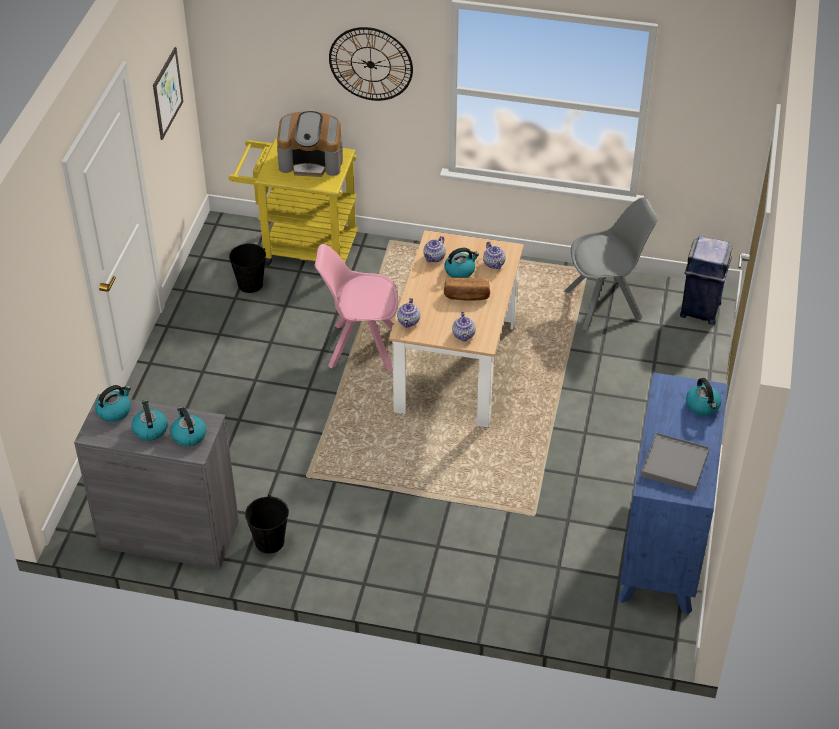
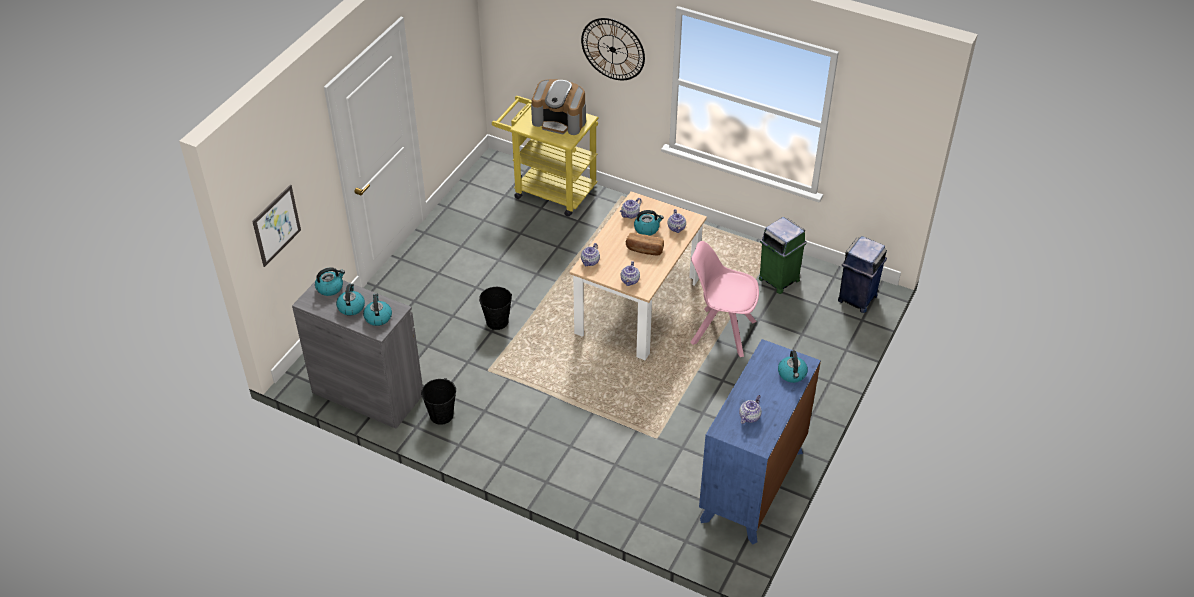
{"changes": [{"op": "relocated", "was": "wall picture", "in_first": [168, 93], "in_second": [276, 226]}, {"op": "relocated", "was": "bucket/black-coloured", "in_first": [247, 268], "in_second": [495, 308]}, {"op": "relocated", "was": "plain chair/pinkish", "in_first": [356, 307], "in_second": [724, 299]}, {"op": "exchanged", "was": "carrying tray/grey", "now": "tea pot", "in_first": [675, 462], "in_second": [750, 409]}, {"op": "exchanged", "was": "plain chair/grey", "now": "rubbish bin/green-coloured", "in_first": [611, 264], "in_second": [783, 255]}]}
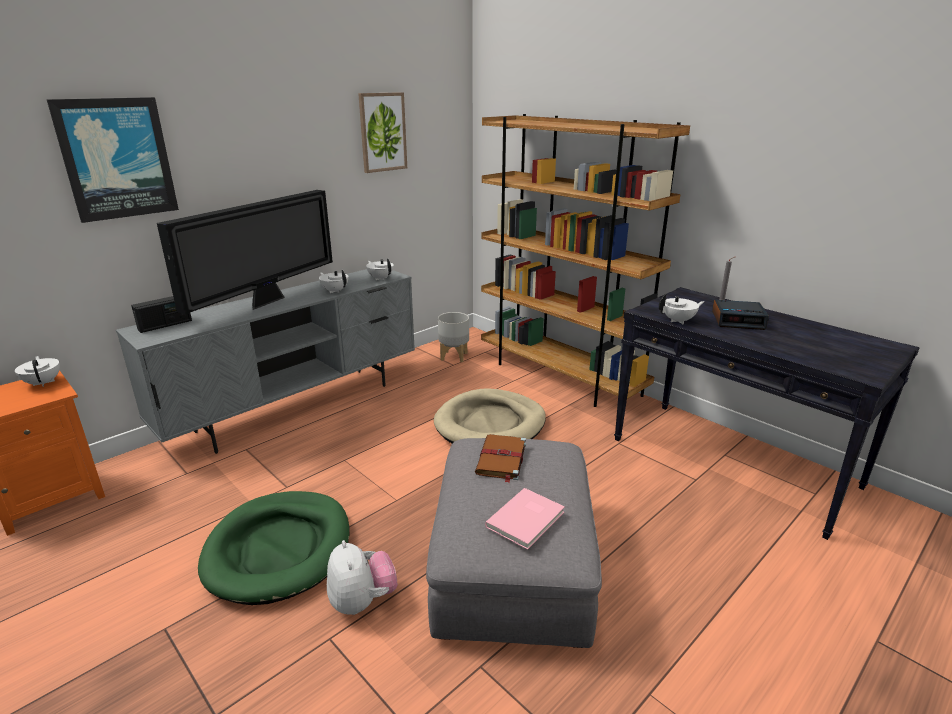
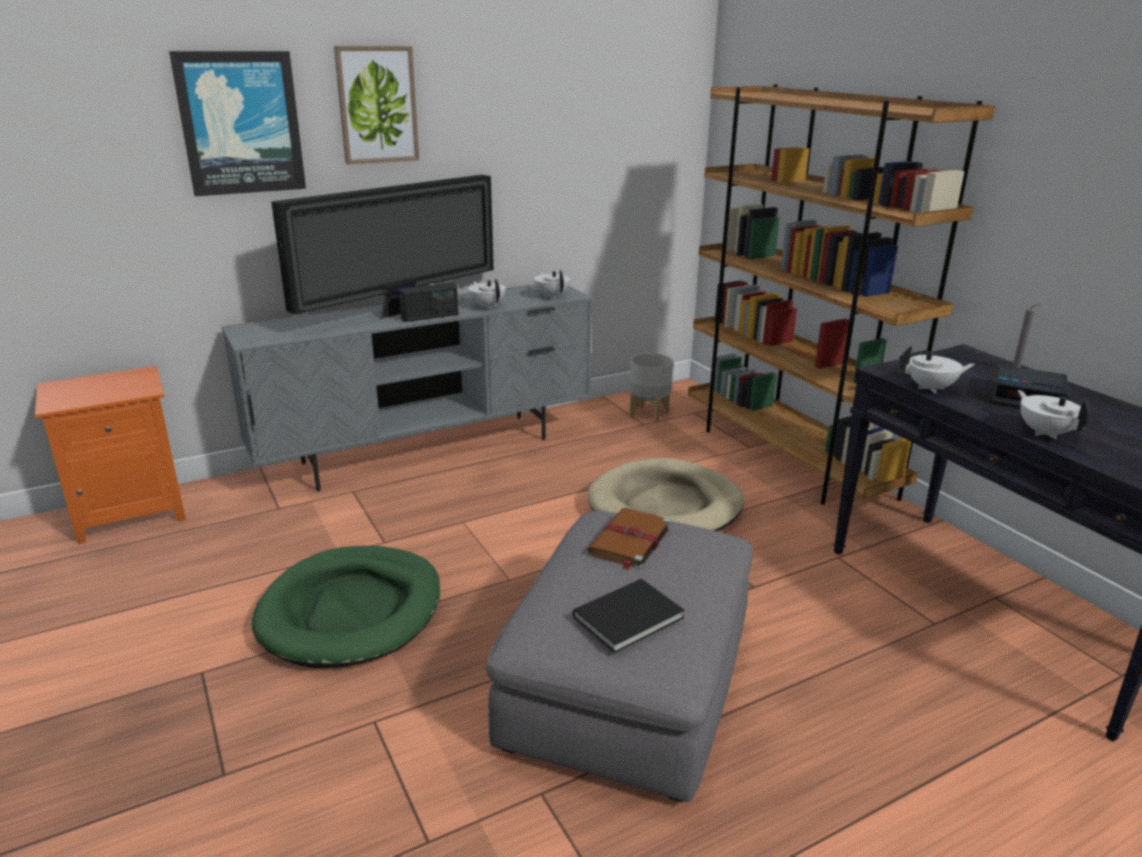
{"changes": [{"op": "relocated", "was": "wall picture", "in_first": [382, 132], "in_second": [376, 105]}, {"op": "relocated", "was": "radio set", "in_first": [161, 314], "in_second": [428, 302]}, {"op": "colour", "was": "volume/pinkish", "now": "volume/black-coloured", "in_first": [525, 519], "in_second": [629, 616]}, {"op": "relocated", "was": "tea pot/white", "in_first": [37, 371], "in_second": [1054, 414]}, {"op": "missing", "was": "soft toy", "in_first": [362, 577]}]}
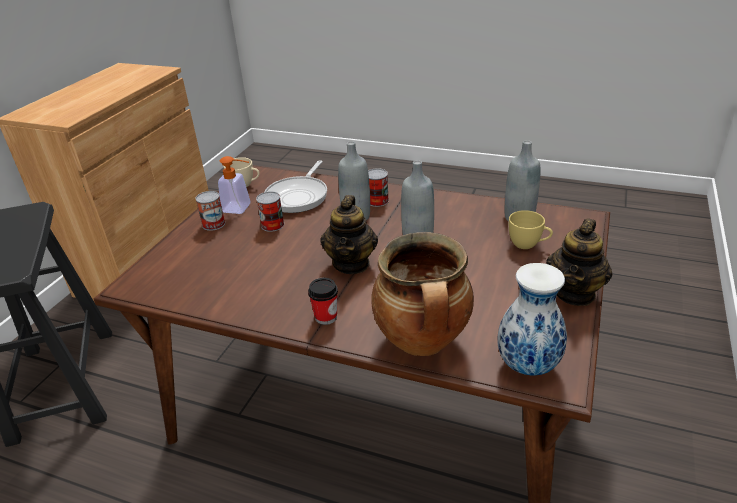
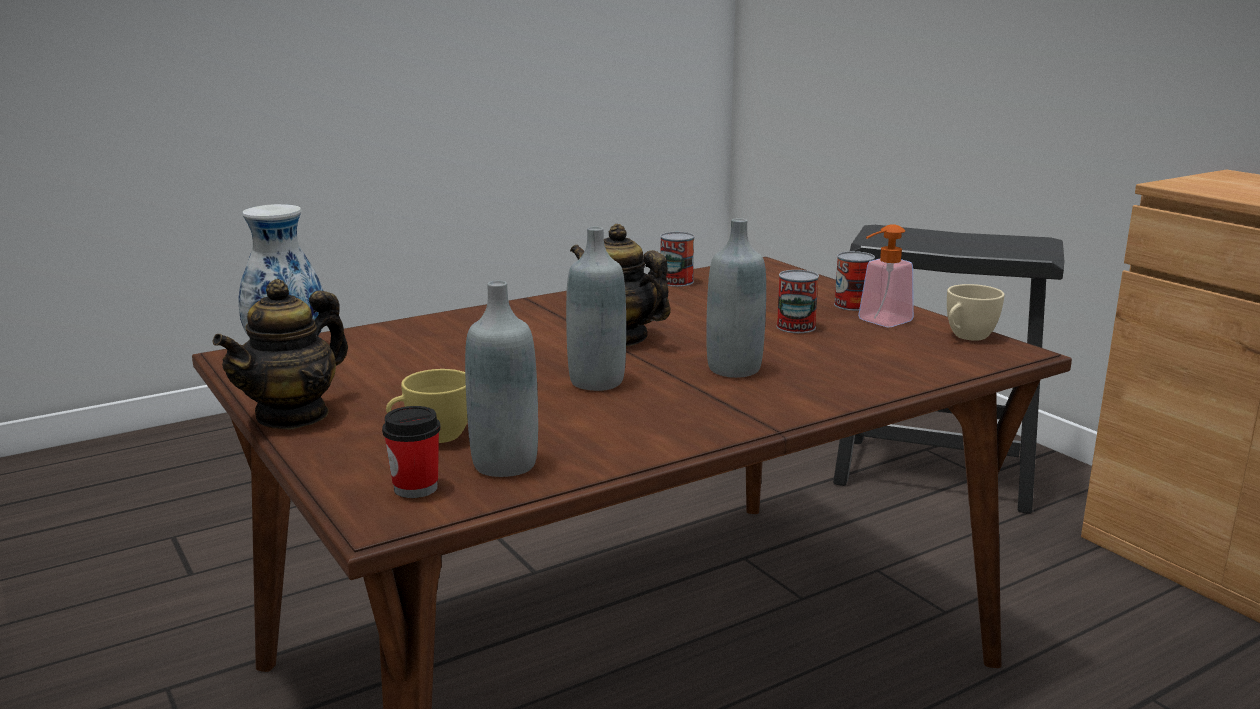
{"changes": [{"op": "spun", "was": "tea pot", "in_first": [579, 262], "in_second": [280, 354], "clockwise": -120}, {"op": "relocated", "was": "drinking cup", "in_first": [323, 301], "in_second": [411, 452]}, {"op": "relocated", "was": "sealed can", "in_first": [378, 187], "in_second": [677, 259]}, {"op": "missing", "was": "frying pan", "in_first": [296, 186]}, {"op": "missing", "was": "cooking pot", "in_first": [422, 294]}]}
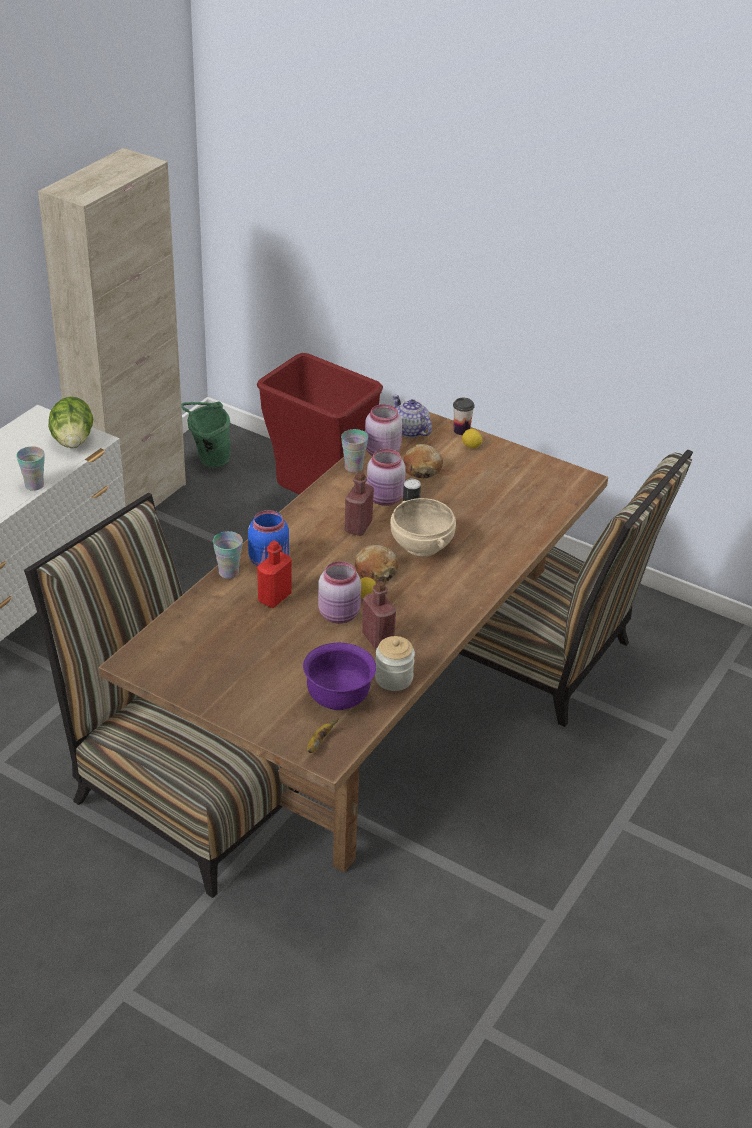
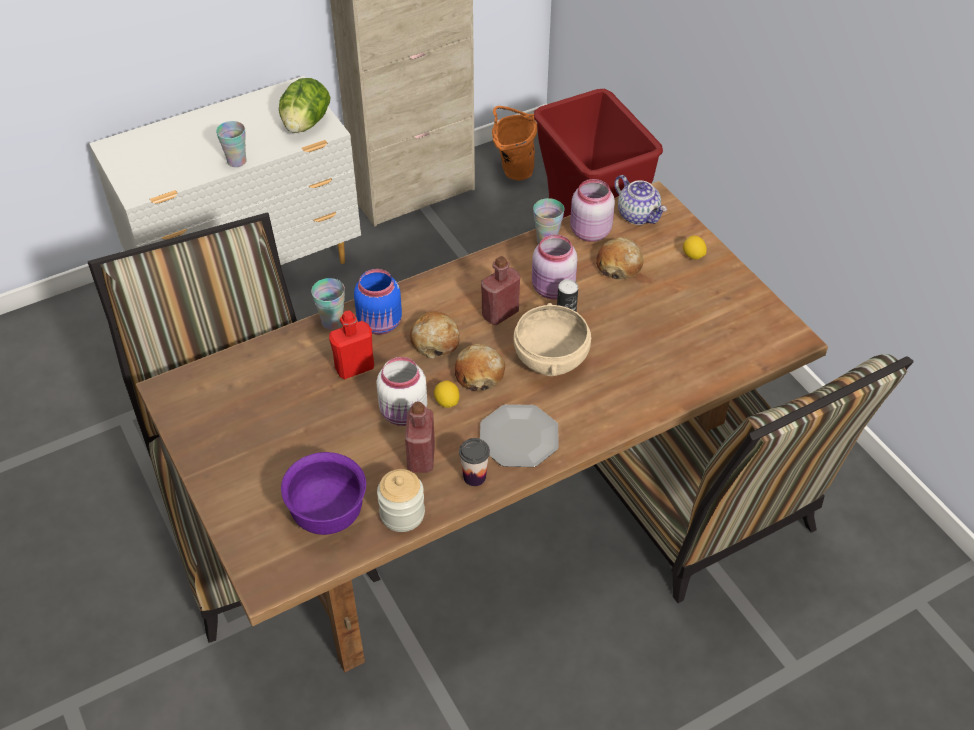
{"changes": [{"op": "colour", "was": "storage jar/pinkish", "now": "storage jar/white", "in_first": [339, 592], "in_second": [402, 391]}, {"op": "appeared", "now": "baked bread", "in_second": [435, 335]}, {"op": "relocated", "was": "drinking cup", "in_first": [463, 416], "in_second": [474, 462]}, {"op": "appeared", "now": "flat dish", "in_second": [519, 435]}, {"op": "colour", "was": "bucket/green-coloured", "now": "bucket/orange-coloured", "in_first": [205, 434], "in_second": [514, 143]}, {"op": "spun", "was": "tea pot", "in_first": [412, 416], "in_second": [640, 200], "clockwise": 150}, {"op": "missing", "was": "banana", "in_first": [322, 736]}]}
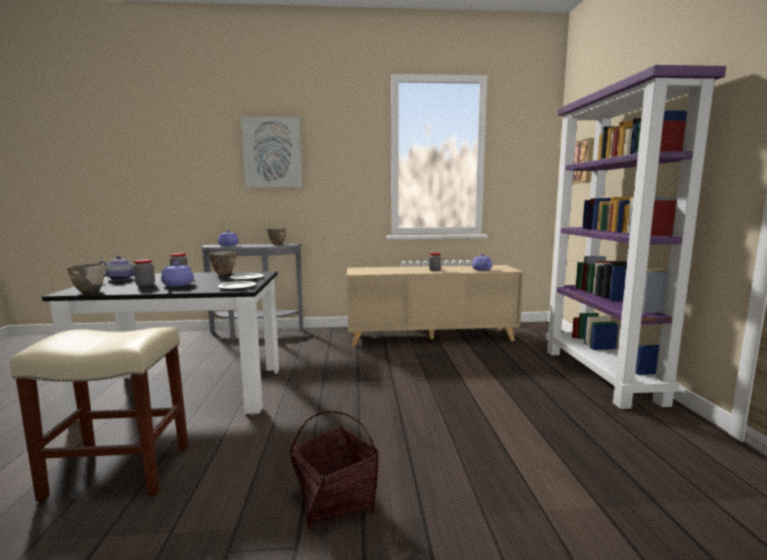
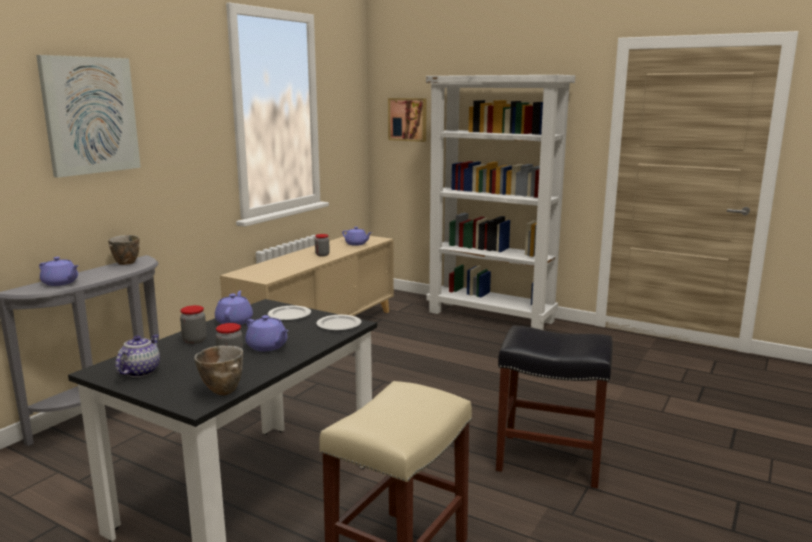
{"changes": [{"op": "exchanged", "was": "bowl", "now": "tea pot/purple-coloured", "in_first": [222, 263], "in_second": [234, 308]}, {"op": "colour", "was": "shelving unit/purple-coloured", "now": "shelving unit/white", "in_first": [635, 237], "in_second": [500, 202]}, {"op": "exchanged", "was": "basket", "now": "stool seat/black-coloured", "in_first": [334, 470], "in_second": [554, 406]}]}
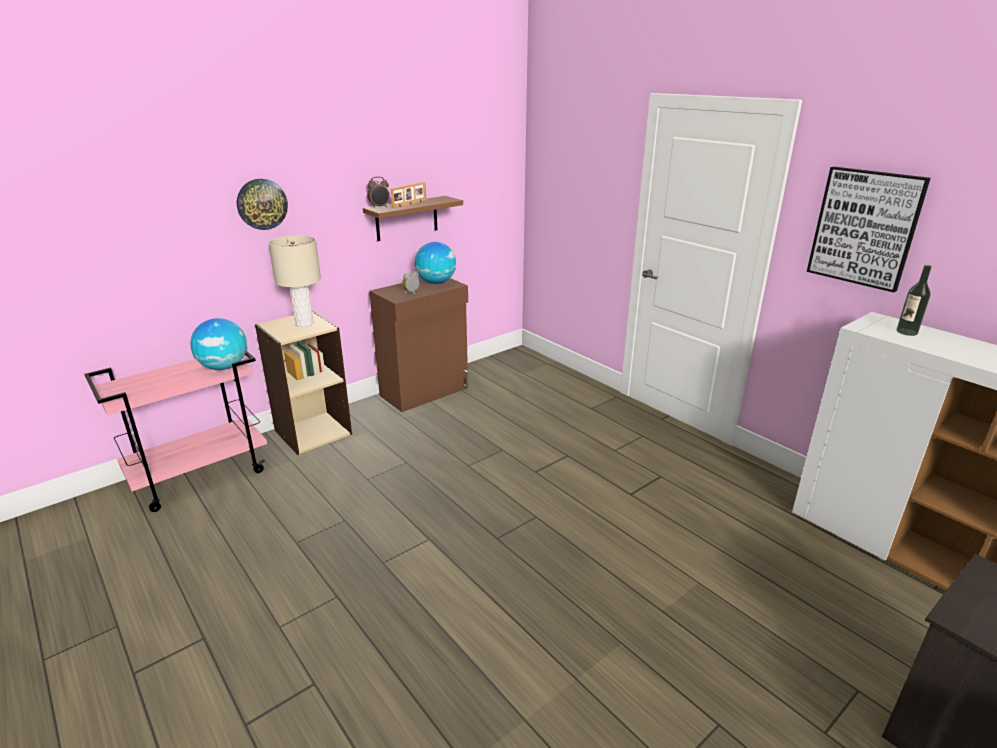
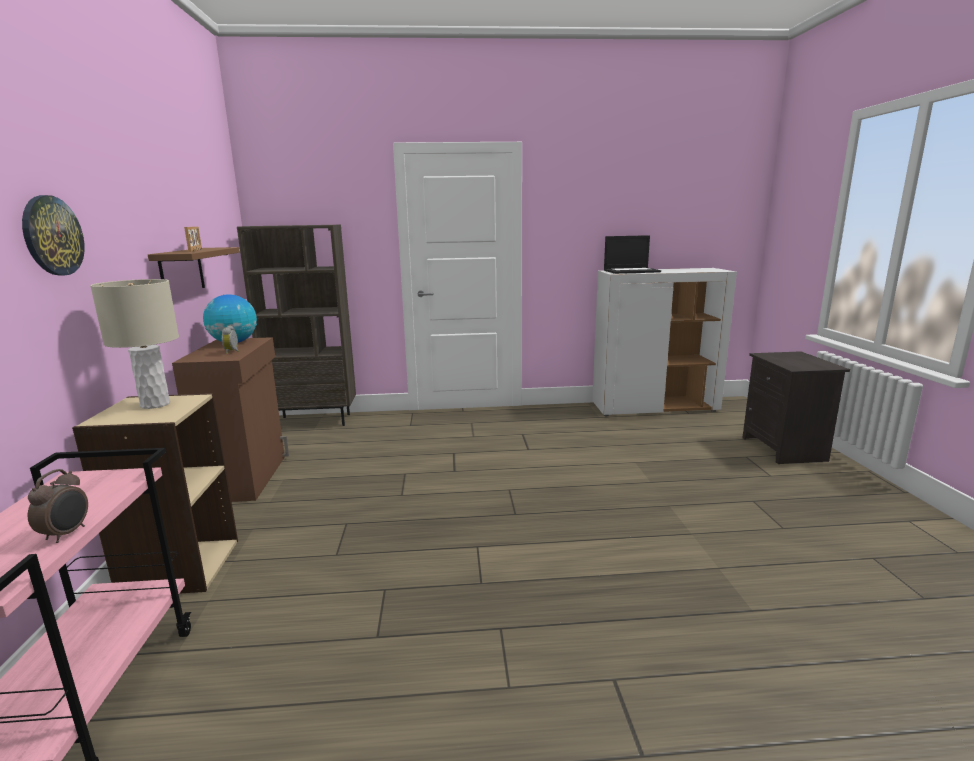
{"changes": [{"op": "relocated", "was": "bedside clock", "in_first": [378, 192], "in_second": [58, 506]}, {"op": "appeared", "now": "shelving unit/brown", "in_second": [296, 325]}, {"op": "exchanged", "was": "bottle", "now": "portable computer", "in_first": [914, 300], "in_second": [632, 254]}, {"op": "missing", "was": "globe", "in_first": [219, 344]}, {"op": "missing", "was": "wall picture", "in_first": [869, 230]}]}
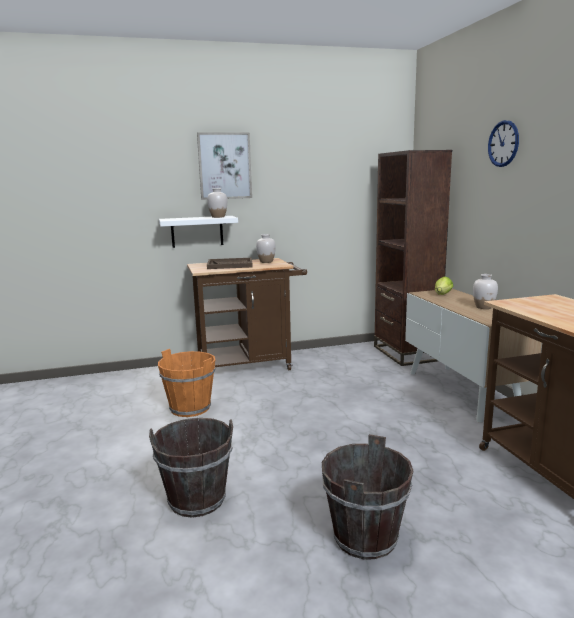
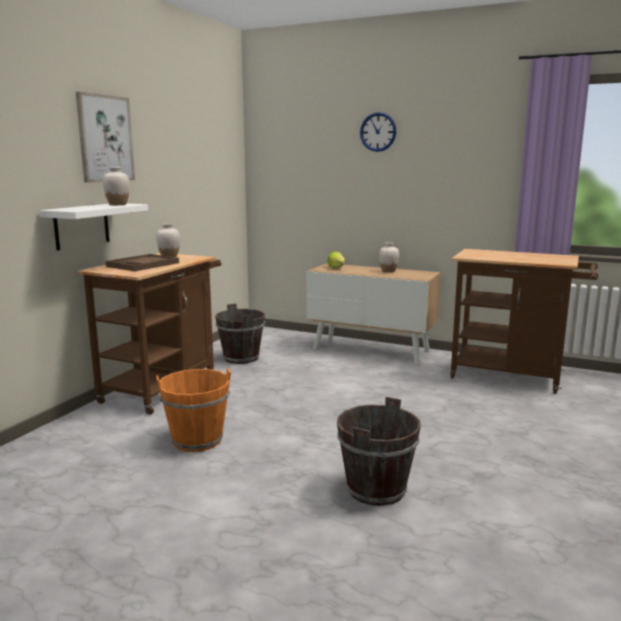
{"changes": [{"op": "relocated", "was": "bucket/brown", "in_first": [367, 496], "in_second": [240, 334]}, {"op": "missing", "was": "shelving unit/brown", "in_first": [413, 258]}]}
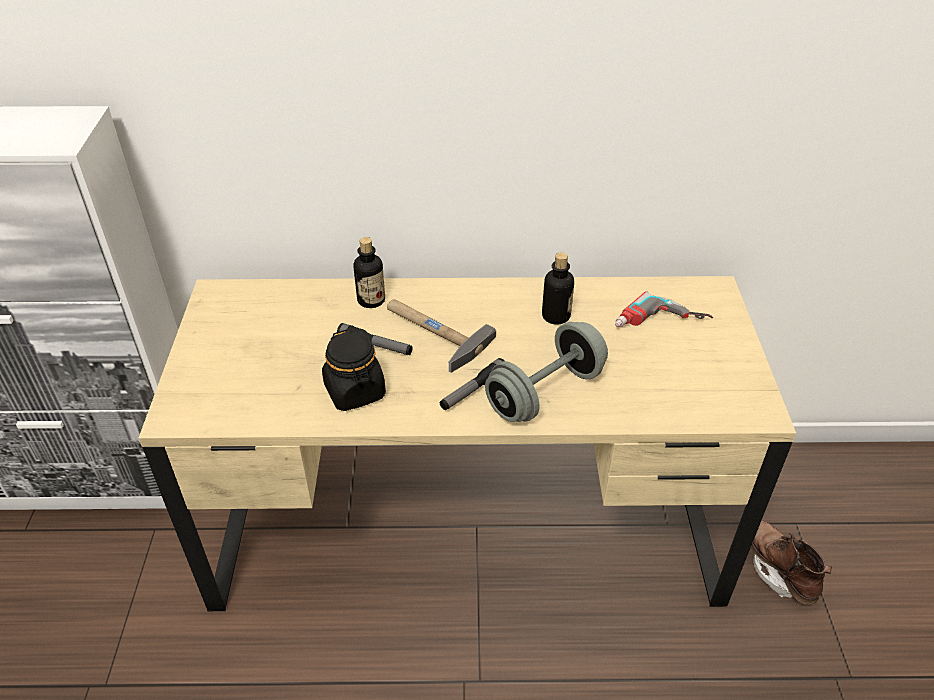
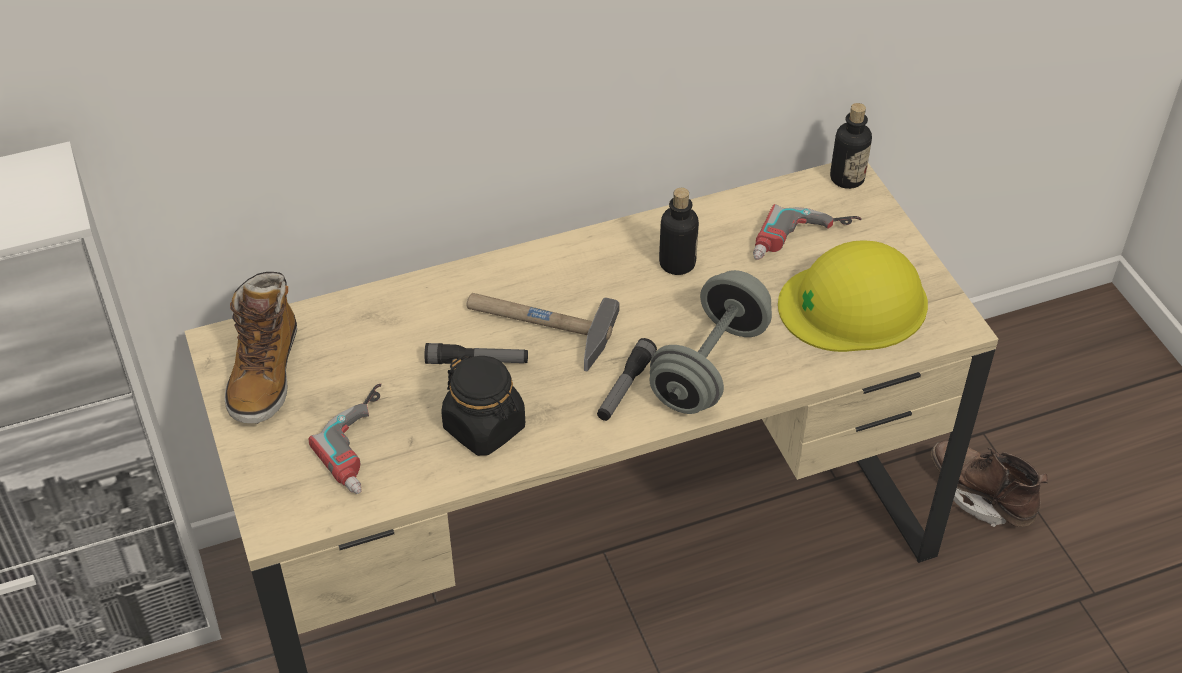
{"changes": [{"op": "appeared", "now": "tall boot", "in_second": [261, 348]}, {"op": "appeared", "now": "electric drill", "in_second": [344, 439]}, {"op": "appeared", "now": "hard hat/yellow-coloured", "in_second": [853, 296]}, {"op": "relocated", "was": "bottle", "in_first": [369, 272], "in_second": [851, 146]}]}
